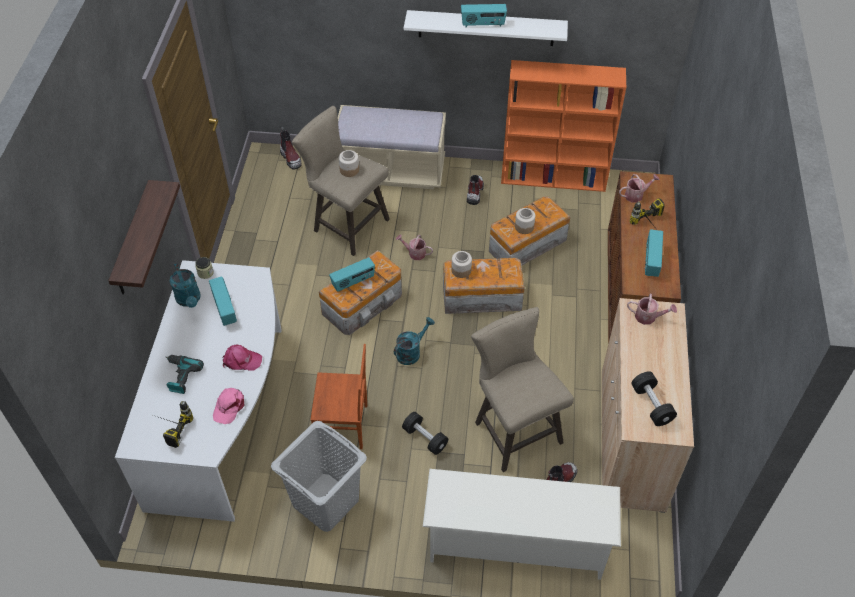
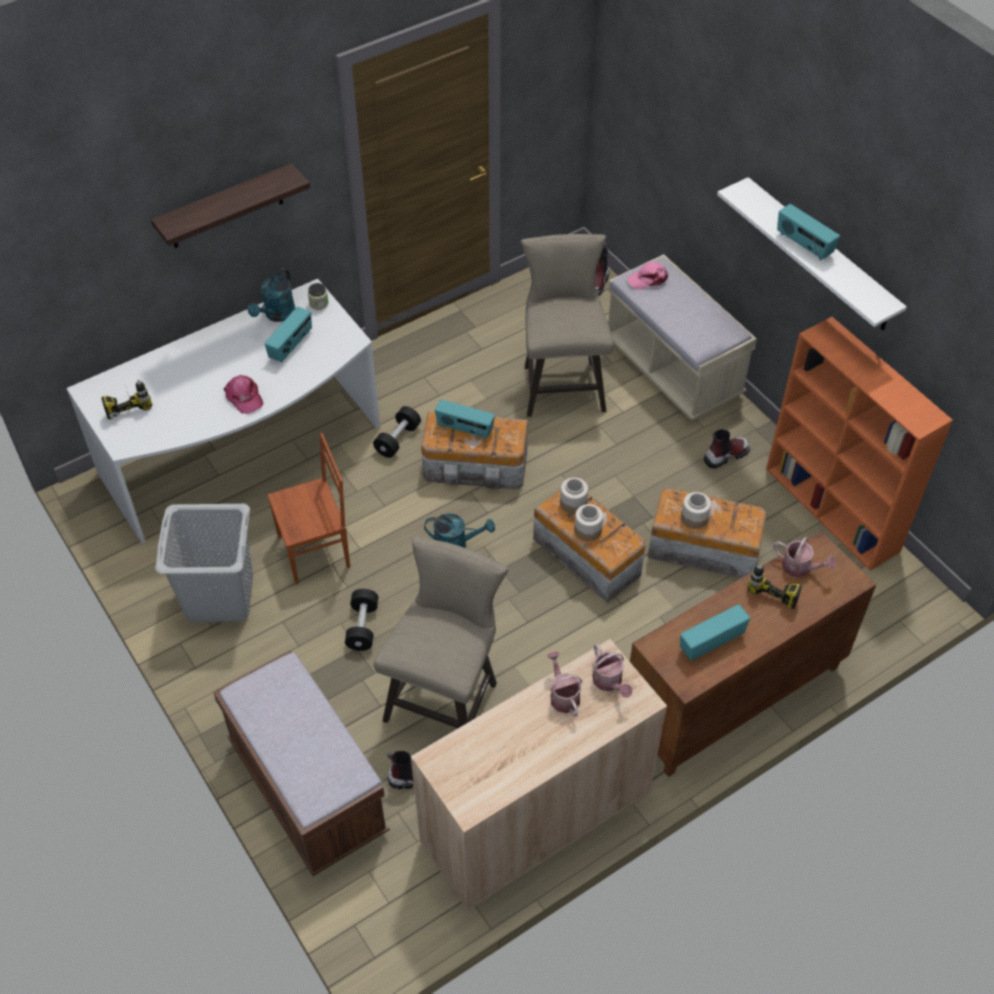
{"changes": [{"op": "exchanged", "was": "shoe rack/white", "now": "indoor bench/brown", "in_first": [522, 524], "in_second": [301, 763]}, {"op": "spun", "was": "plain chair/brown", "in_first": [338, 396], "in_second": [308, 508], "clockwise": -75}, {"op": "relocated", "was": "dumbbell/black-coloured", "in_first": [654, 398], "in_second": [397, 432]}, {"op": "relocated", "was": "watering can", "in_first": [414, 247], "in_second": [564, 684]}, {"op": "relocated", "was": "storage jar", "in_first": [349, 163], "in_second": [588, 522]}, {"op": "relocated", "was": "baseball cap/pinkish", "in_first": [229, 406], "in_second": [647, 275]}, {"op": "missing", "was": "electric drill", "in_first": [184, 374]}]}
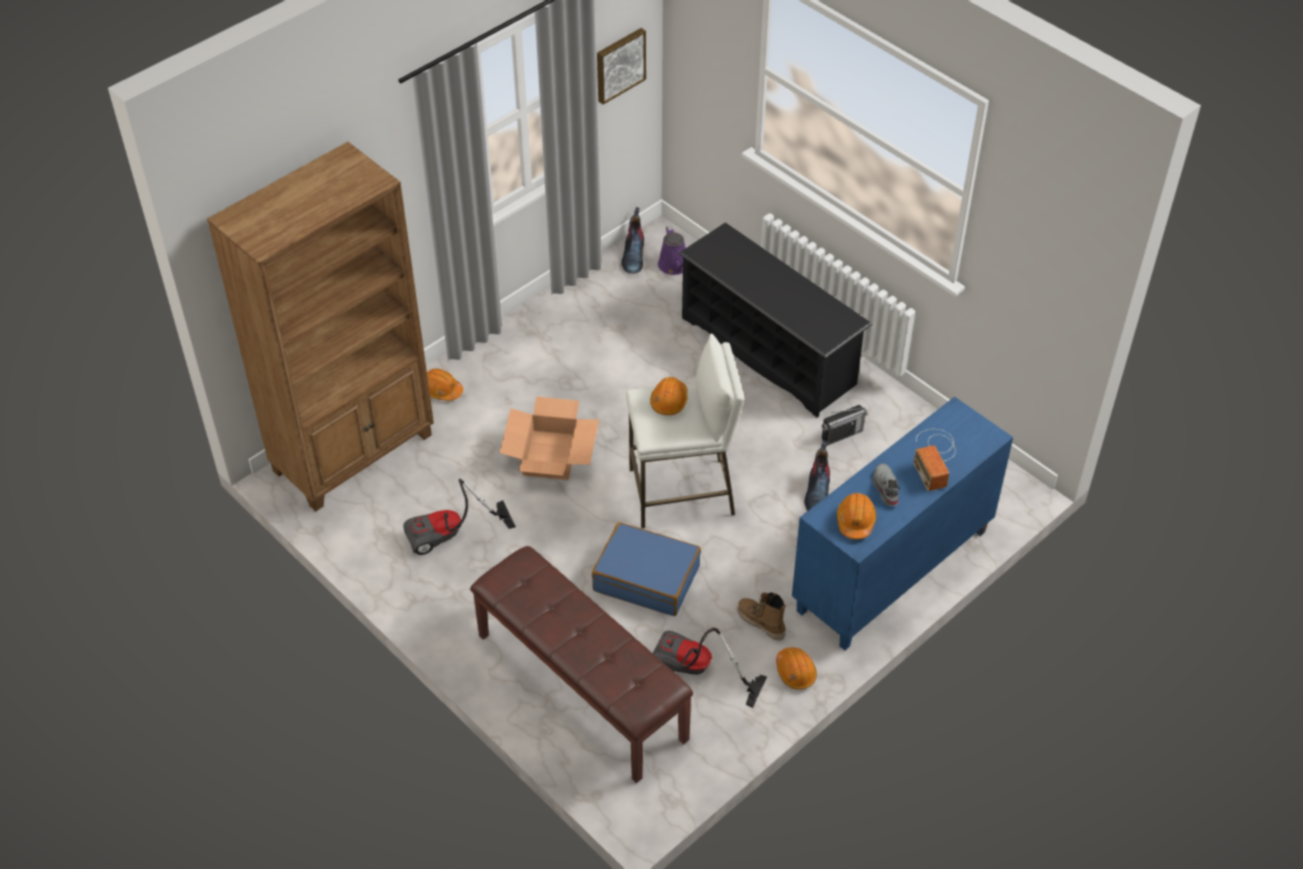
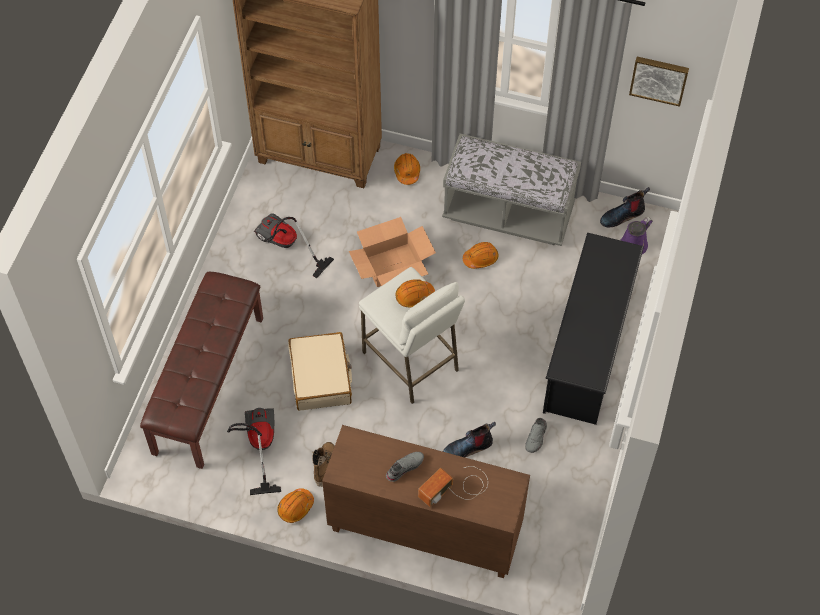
{"changes": [{"op": "colour", "was": "piece of luggage/blue", "now": "piece of luggage/beige", "in_first": [646, 569], "in_second": [320, 371]}, {"op": "colour", "was": "cabinet/blue", "now": "cabinet/brown", "in_first": [902, 523], "in_second": [426, 501]}, {"op": "appeared", "now": "indoor bench/grey", "in_second": [511, 190]}, {"op": "relocated", "was": "hard hat/orange-coloured", "in_first": [856, 516], "in_second": [480, 255]}, {"op": "exchanged", "was": "radio set", "now": "shoe/grey", "in_first": [845, 425], "in_second": [536, 435]}]}
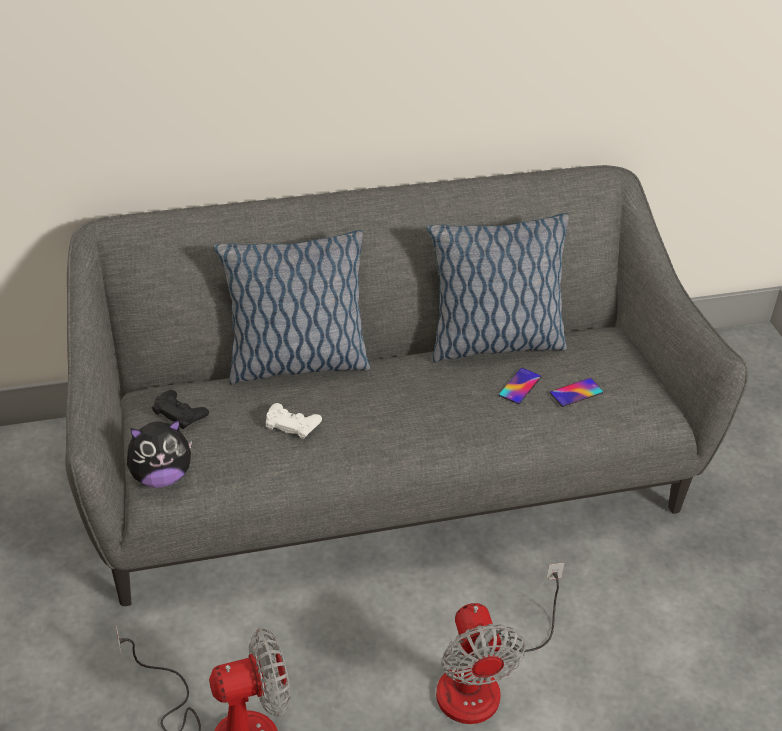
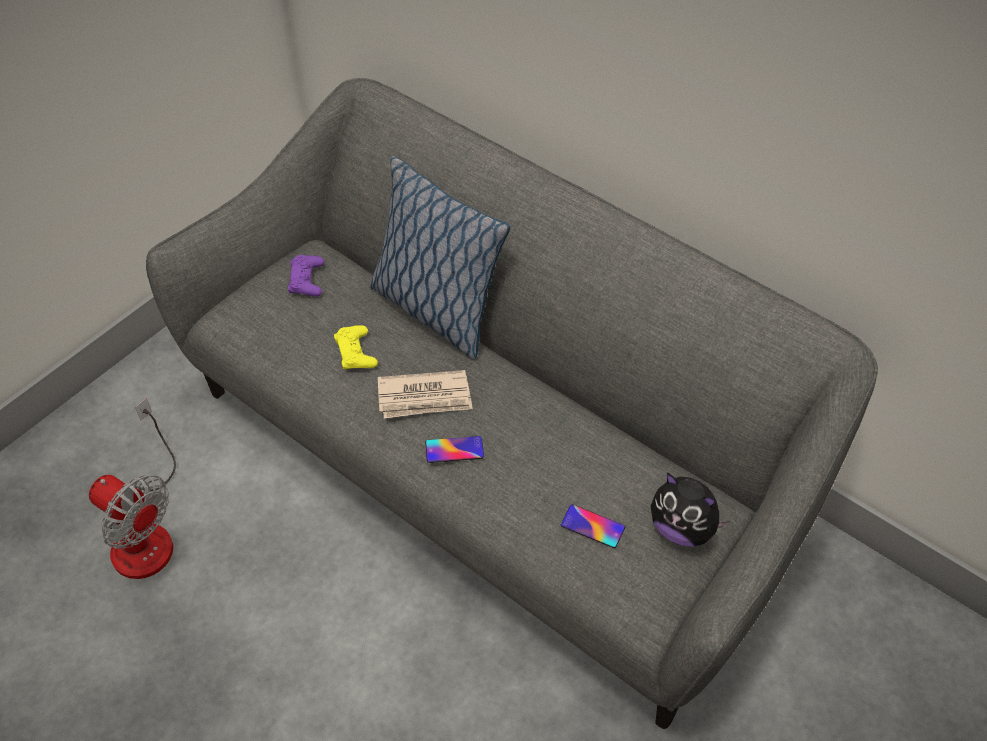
{"changes": [{"op": "colour", "was": "game controller/black-coloured", "now": "game controller/purple-coloured", "in_first": [180, 409], "in_second": [306, 276]}, {"op": "colour", "was": "game controller/white", "now": "game controller/yellow-coloured", "in_first": [294, 421], "in_second": [356, 347]}, {"op": "appeared", "now": "daily paper", "in_second": [425, 394]}, {"op": "relocated", "was": "handset", "in_first": [520, 386], "in_second": [455, 449]}, {"op": "relocated", "was": "soft toy", "in_first": [160, 453], "in_second": [691, 510]}, {"op": "missing", "was": "cushion", "in_first": [497, 287]}, {"op": "missing", "was": "fan", "in_first": [500, 643]}]}
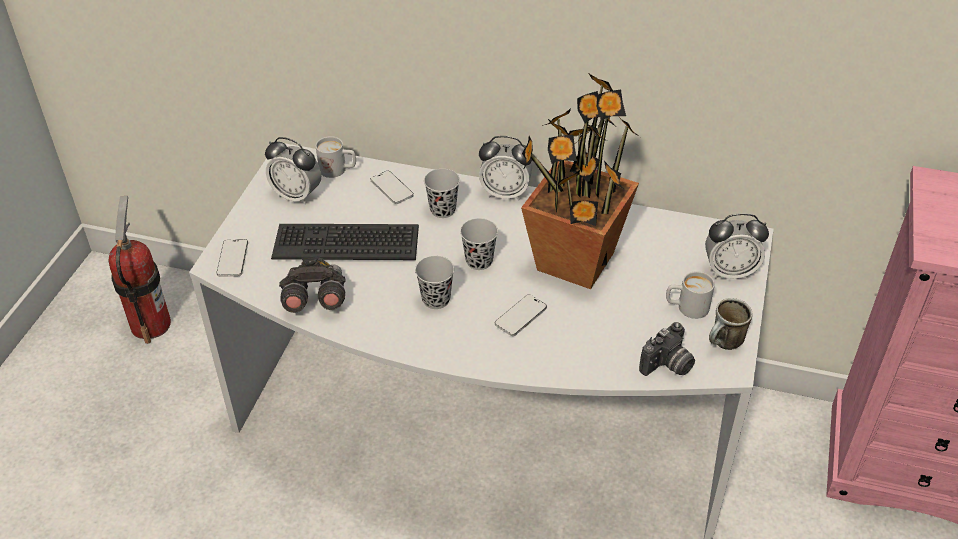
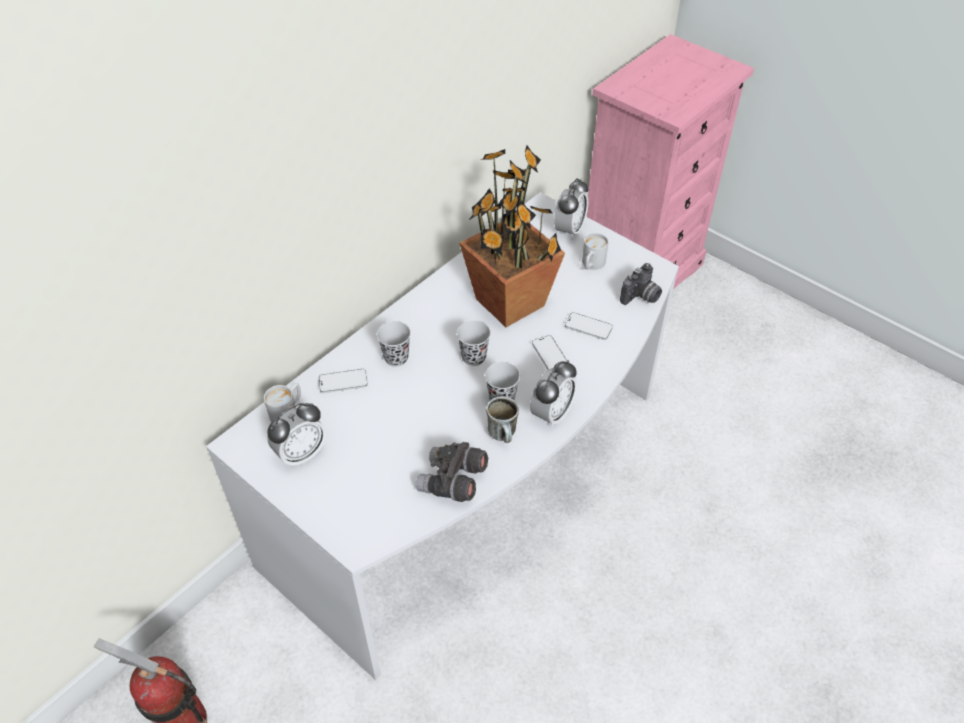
{"changes": [{"op": "relocated", "was": "tea mug", "in_first": [731, 324], "in_second": [502, 419]}, {"op": "relocated", "was": "bedside clock", "in_first": [505, 168], "in_second": [553, 394]}, {"op": "relocated", "was": "handset", "in_first": [232, 258], "in_second": [589, 326]}, {"op": "spun", "was": "photo camera", "in_first": [667, 349], "in_second": [641, 284], "clockwise": 60}, {"op": "missing", "was": "PC keyboard", "in_first": [345, 242]}]}
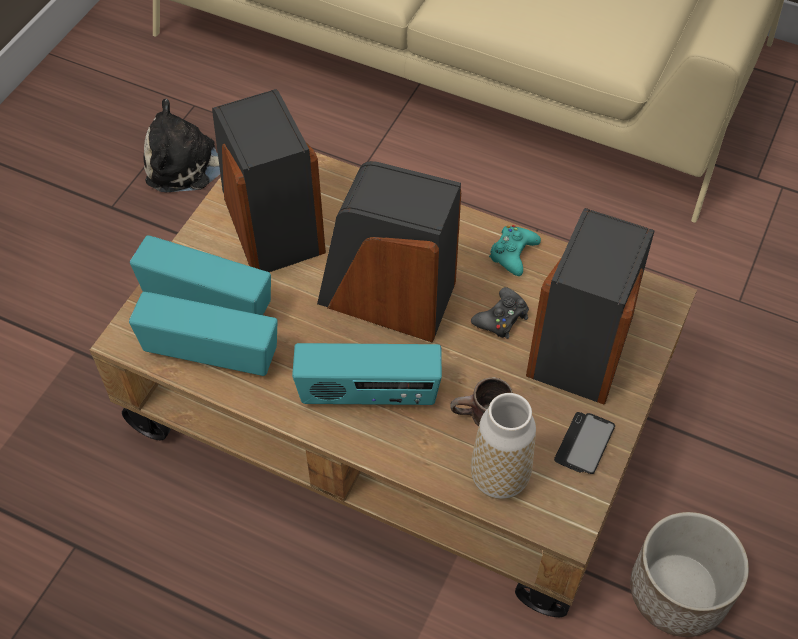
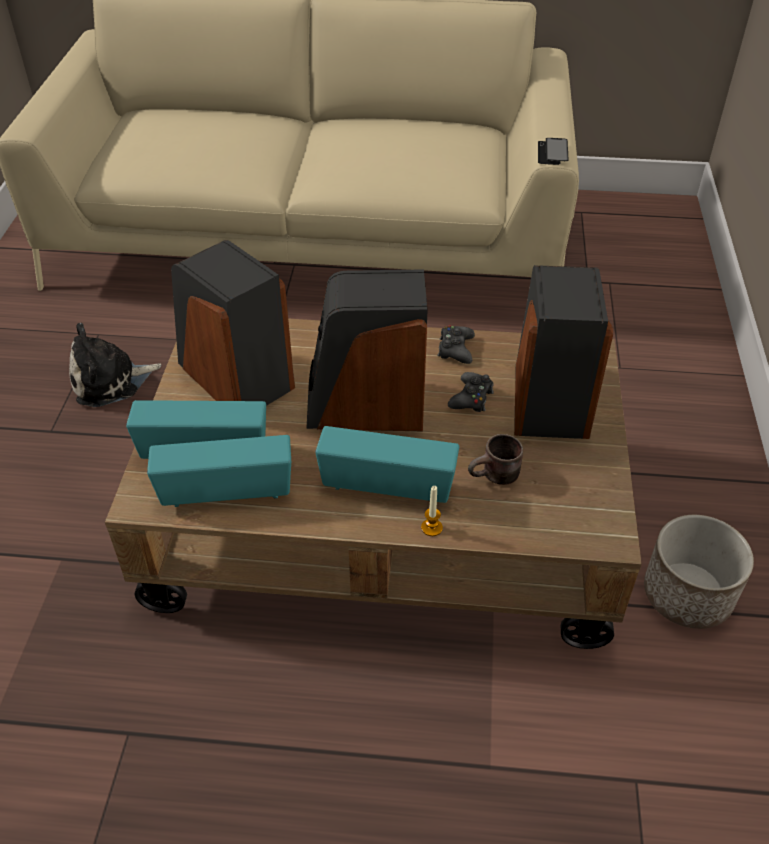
{"changes": [{"op": "spun", "was": "radio set", "in_first": [367, 374], "in_second": [387, 464], "clockwise": -150}, {"op": "appeared", "now": "wax candle", "in_second": [432, 511]}, {"op": "colour", "was": "game controller/blue-green", "now": "game controller/black-coloured", "in_first": [515, 250], "in_second": [456, 344]}, {"op": "relocated", "was": "handset", "in_first": [584, 443], "in_second": [553, 151]}, {"op": "missing", "was": "flower vase", "in_first": [503, 446]}]}
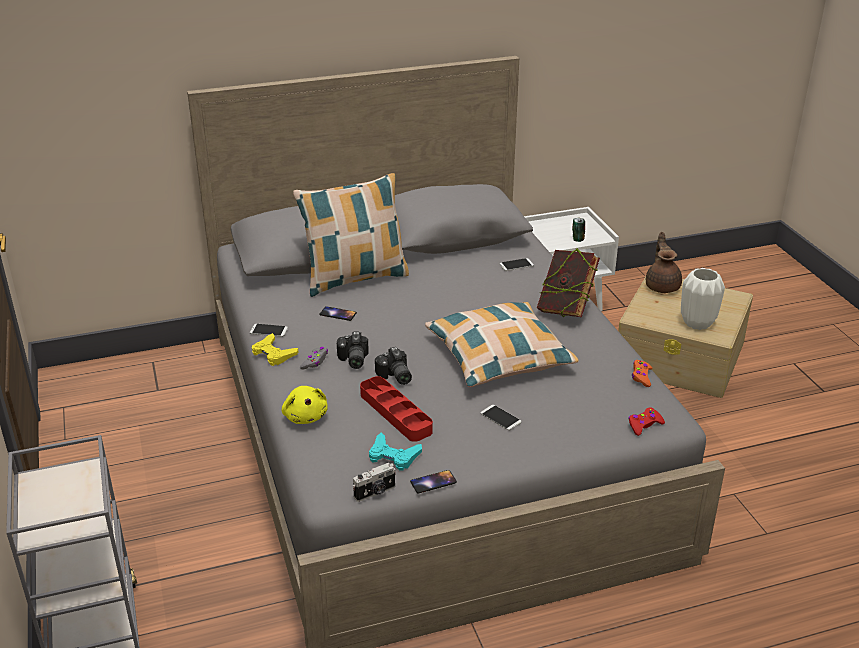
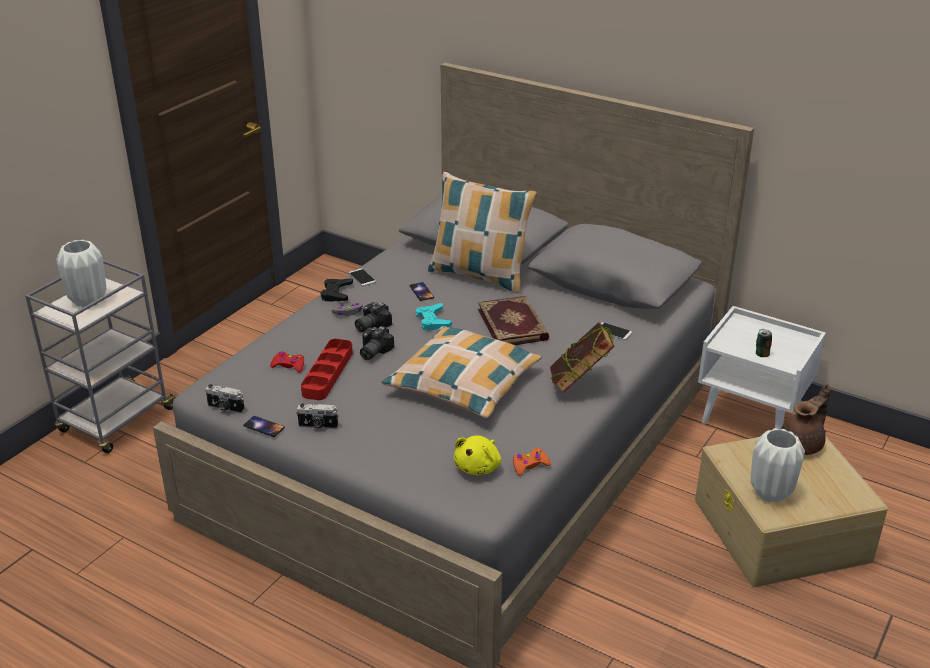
{"changes": [{"op": "appeared", "now": "flower vase/white", "in_second": [81, 273]}, {"op": "relocated", "was": "game controller/reddish", "in_first": [646, 421], "in_second": [287, 362]}, {"op": "appeared", "now": "photo camera", "in_second": [317, 416]}, {"op": "colour", "was": "game controller/yellow-coloured", "now": "game controller/black-coloured", "in_first": [275, 349], "in_second": [337, 289]}, {"op": "relocated", "was": "game controller/blue-green", "in_first": [395, 452], "in_second": [434, 317]}, {"op": "relocated", "was": "soft toy/yellow-coloured", "in_first": [305, 405], "in_second": [477, 455]}, {"op": "appeared", "now": "volume", "in_second": [513, 320]}, {"op": "missing", "was": "handset", "in_first": [501, 417]}]}
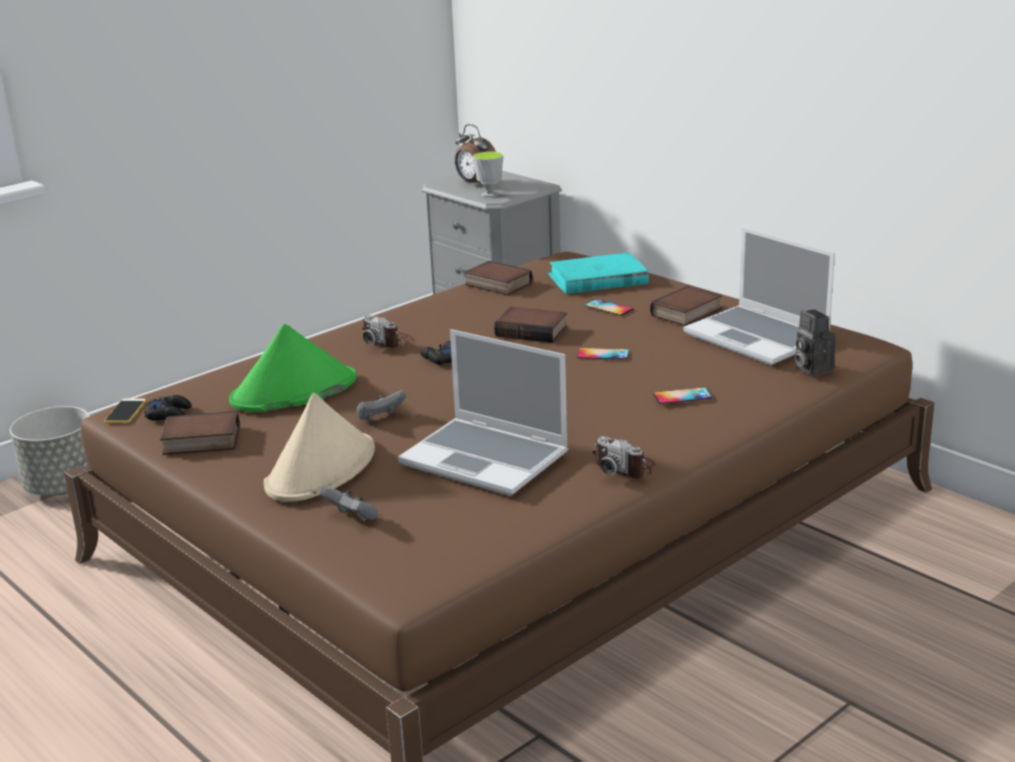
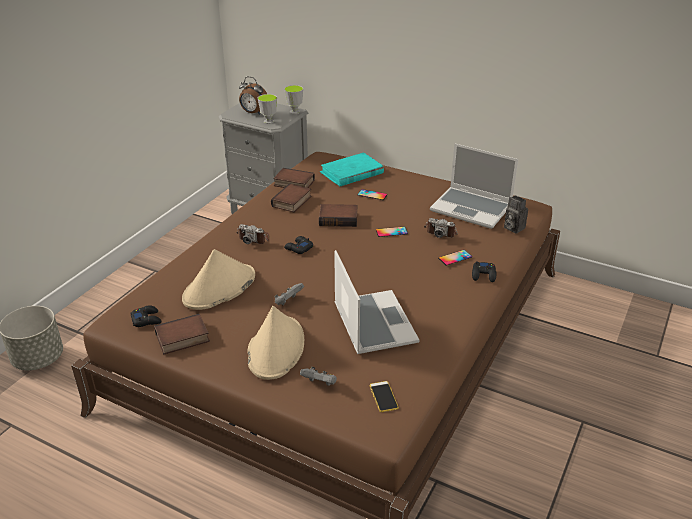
{"changes": [{"op": "colour", "was": "clothing hat/green-coloured", "now": "clothing hat/beige", "in_first": [293, 368], "in_second": [218, 279]}, {"op": "relocated", "was": "volume", "in_first": [686, 306], "in_second": [291, 198]}, {"op": "appeared", "now": "drinking cup", "in_second": [293, 99]}, {"op": "spun", "was": "portable computer", "in_first": [483, 412], "in_second": [376, 302], "clockwise": -120}, {"op": "relocated", "was": "handset", "in_first": [125, 410], "in_second": [384, 396]}, {"op": "relocated", "was": "photo camera", "in_first": [624, 457], "in_second": [441, 228]}, {"op": "appeared", "now": "game controller/black-coloured", "in_second": [484, 271]}]}
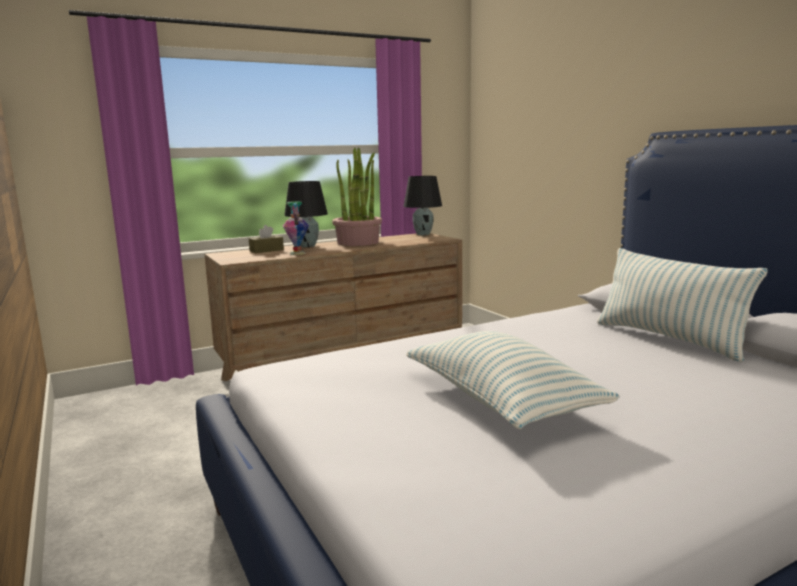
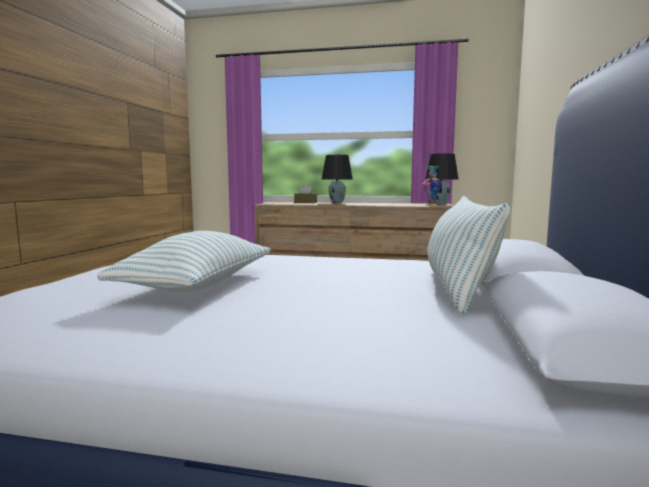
{"changes": [{"op": "relocated", "was": "flower vase", "in_first": [296, 228], "in_second": [432, 186]}, {"op": "missing", "was": "houseplant", "in_first": [357, 196]}]}
